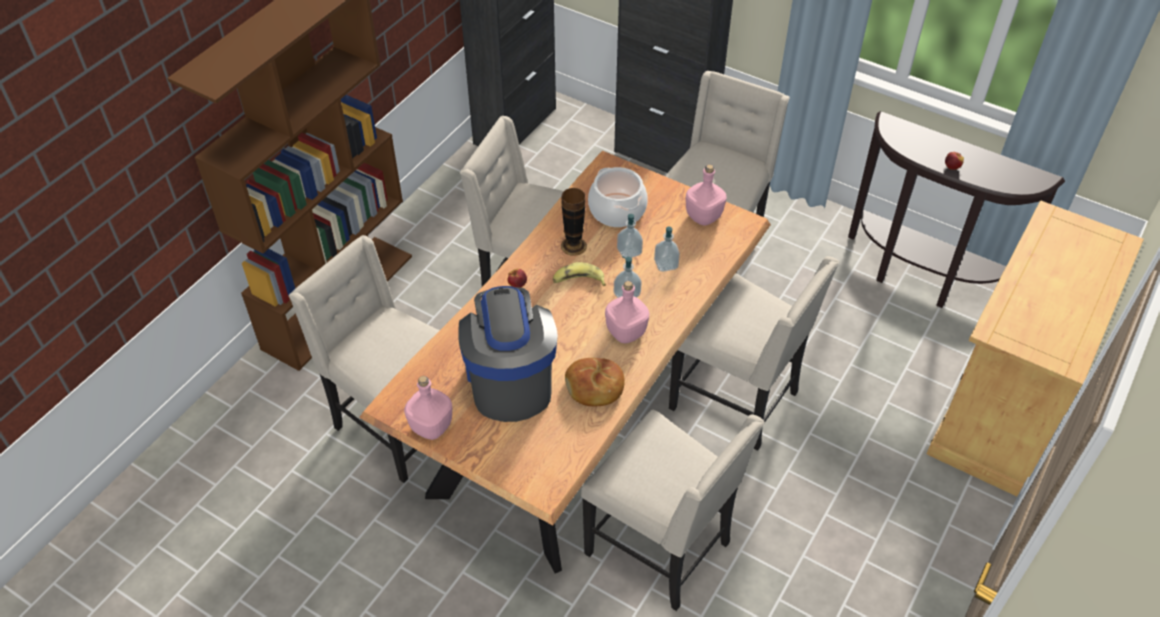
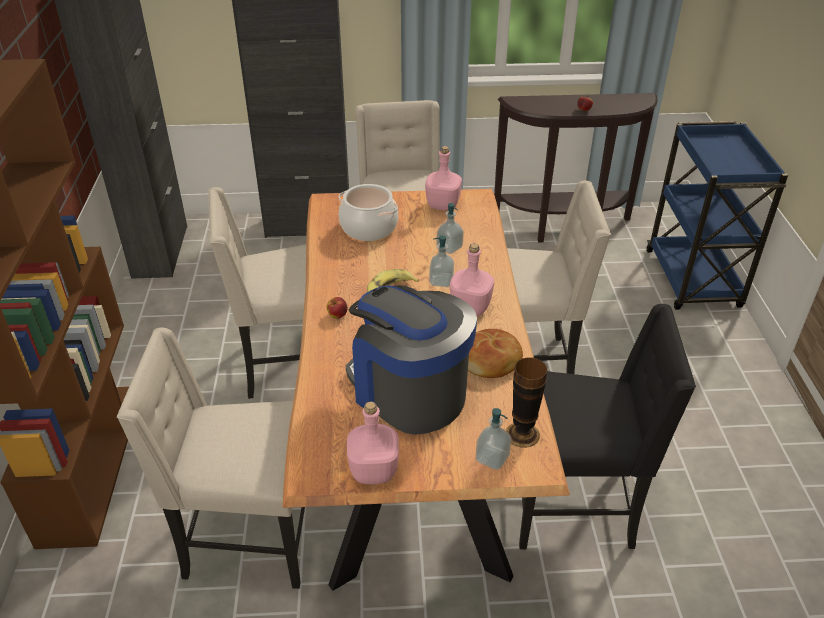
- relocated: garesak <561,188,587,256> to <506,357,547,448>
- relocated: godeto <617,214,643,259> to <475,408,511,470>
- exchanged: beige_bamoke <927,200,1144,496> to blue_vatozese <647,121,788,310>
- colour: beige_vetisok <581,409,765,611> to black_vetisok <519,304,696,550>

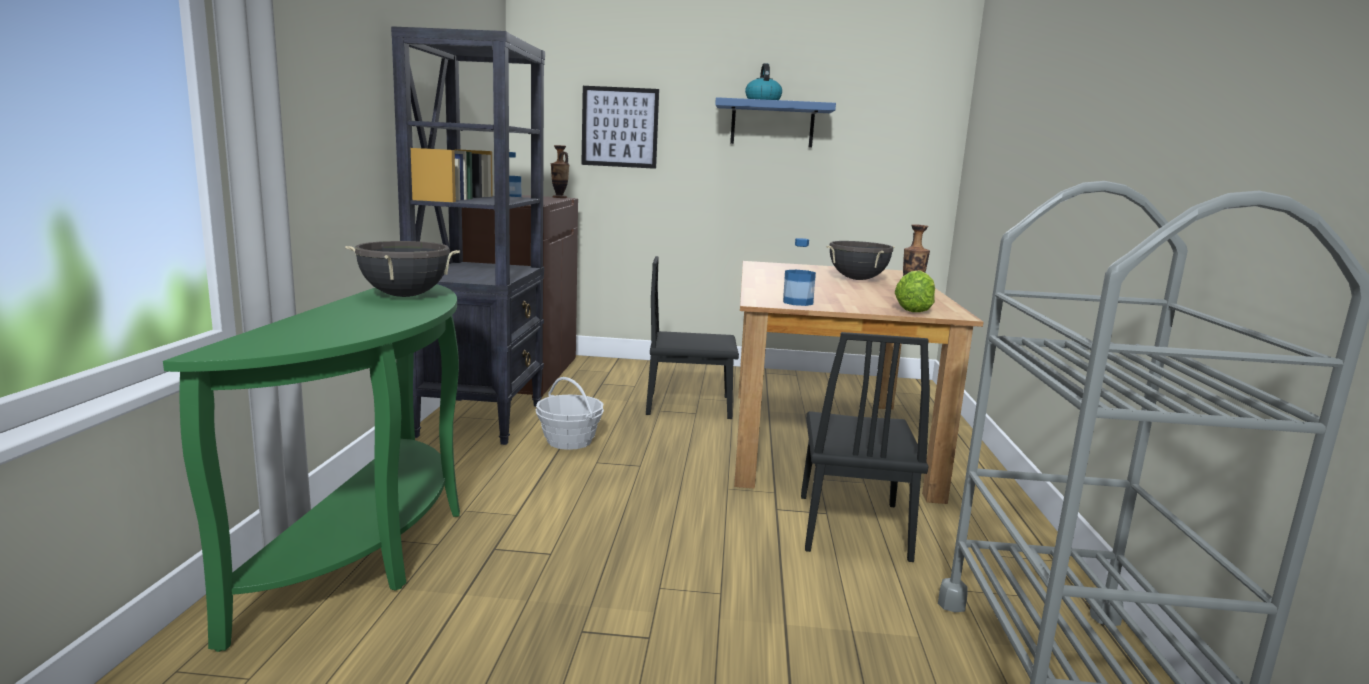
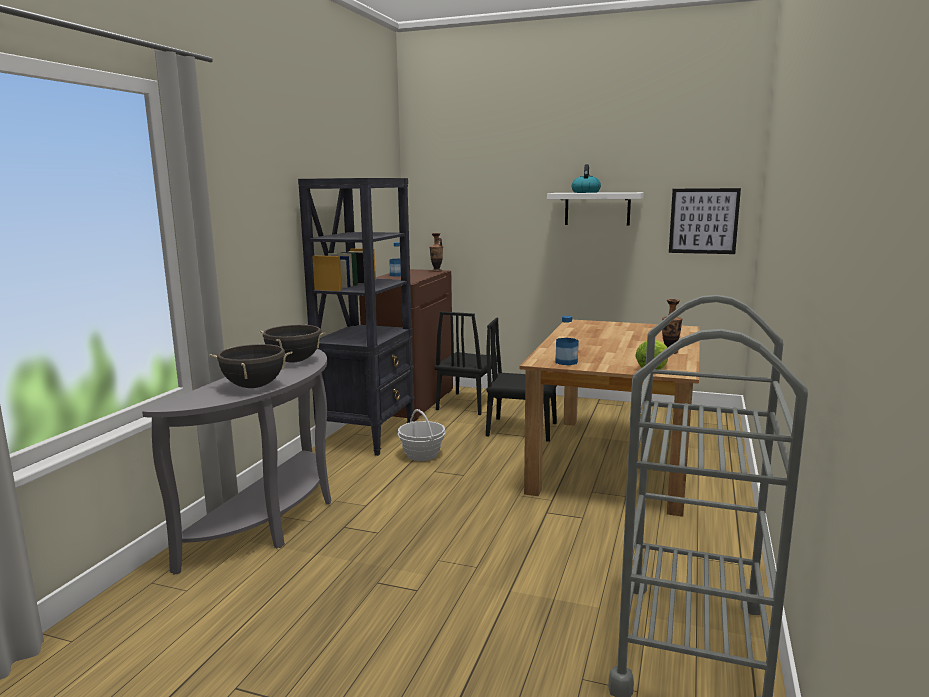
- relocated: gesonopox <581,86,659,169> to <669,188,741,254>
- relocated: black_vetisok <801,332,930,562> to <435,312,497,415>
- relocated: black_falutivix <827,241,895,280> to <210,344,292,388>
- colour: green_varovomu <163,284,460,652> to grey_varovomu <142,349,332,575>
- colour: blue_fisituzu <715,97,836,148> to white_fisituzu <547,192,644,226>

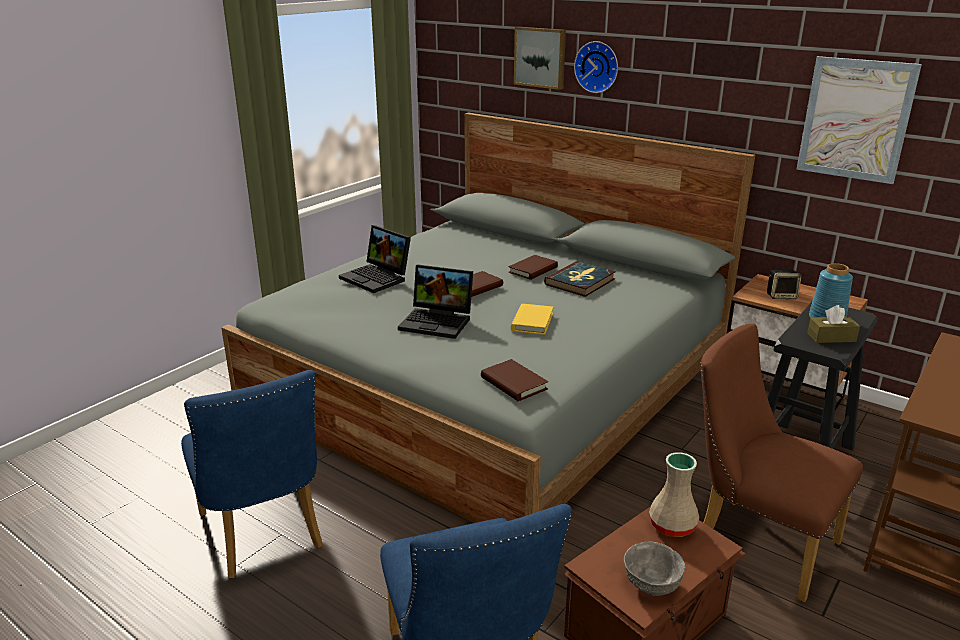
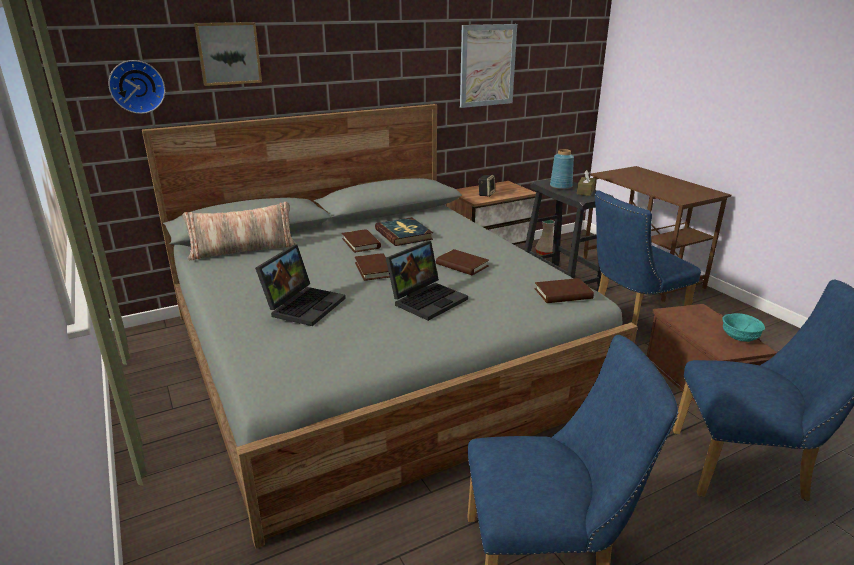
- appeared: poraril <182,202,297,260>
- relocated: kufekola <574,41,618,93> to <108,60,165,114>
- relocated: beige_garesak <649,452,699,537> to <535,220,555,255>
- colour: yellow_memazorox <511,304,554,335> to brown_memazorox <436,249,489,275>
- colour: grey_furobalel <624,542,686,596> to turquoise_furobalel <723,313,765,342>
- colour: brown_vetisok <700,323,863,602> to blue_vetisok <595,191,701,326>
- spun: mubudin <339,225,411,293> = <255,245,346,326> 45 degrees counterclockwise

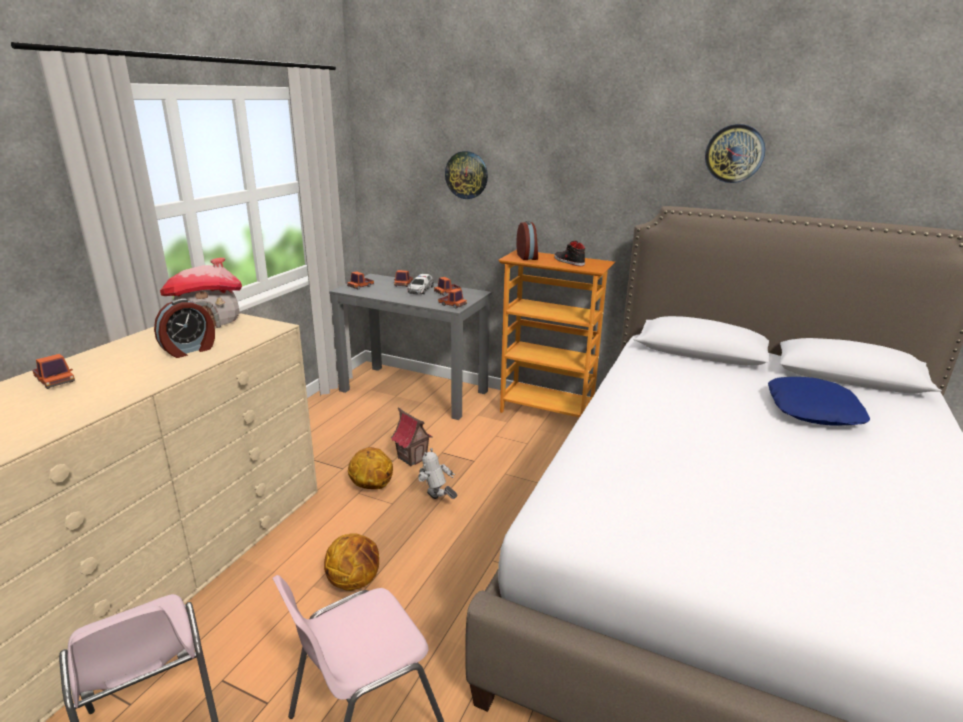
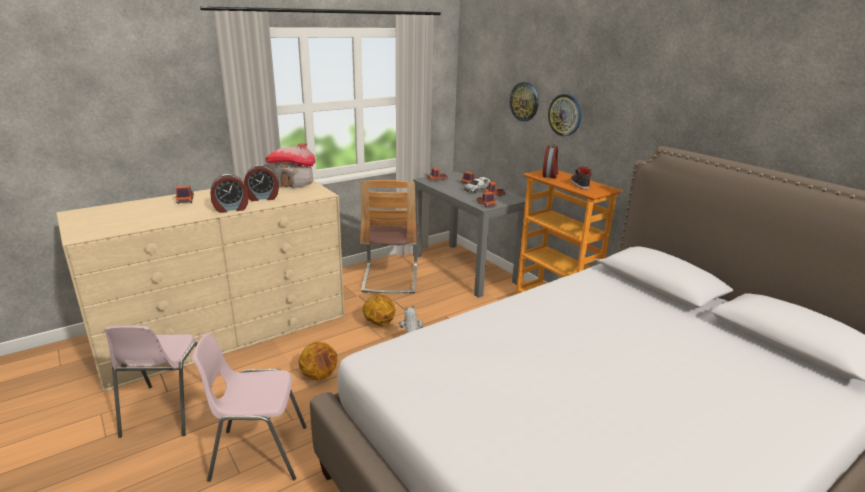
- missing: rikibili <390,408,432,467>
- missing: blue_poraril <768,377,870,426>
- appeared: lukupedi <210,174,249,213>
- appeared: vetisok <360,180,418,294>
- relocated: kufekola <705,124,765,183> to <548,94,582,136>

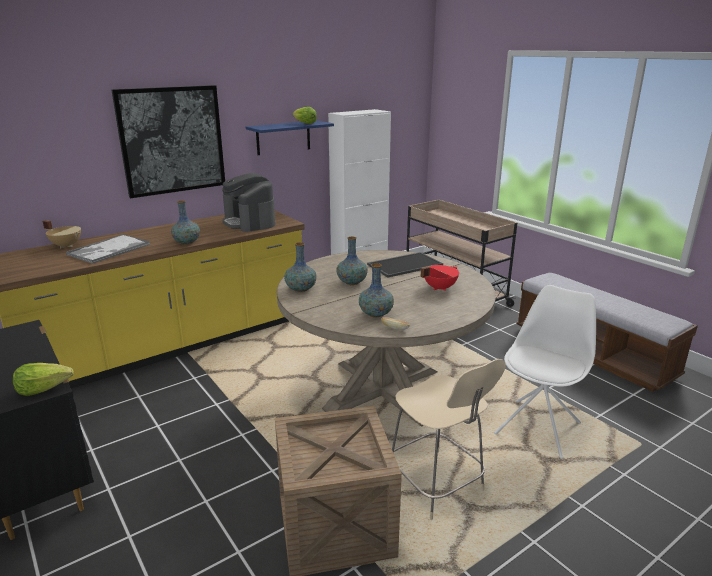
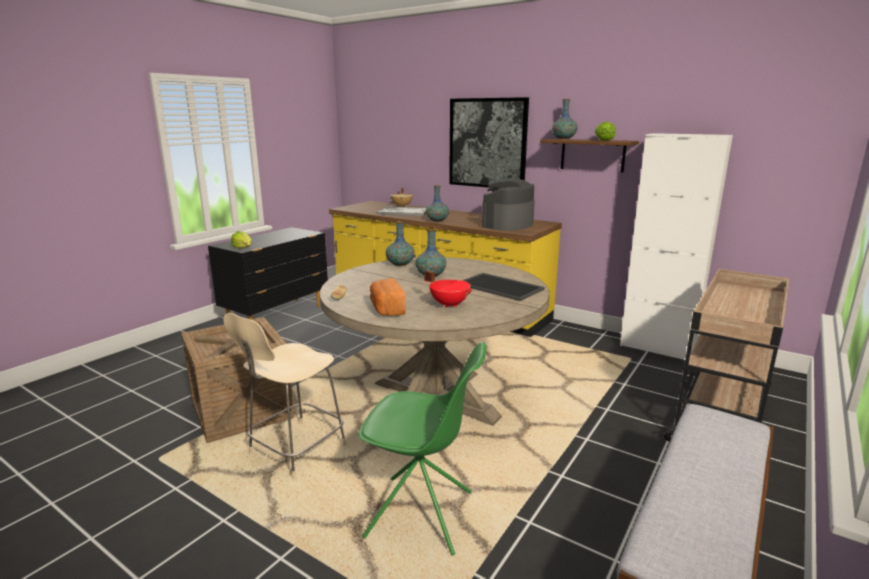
- appeared: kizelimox <370,278,406,316>
- relocated: garesak <359,263,394,317> to <552,99,578,139>
- colour: blue_fisituzu <246,120,334,155> to brown_fisituzu <540,139,639,173>
- colour: white_vetisok <494,285,596,459> to green_vetisok <358,342,486,556>

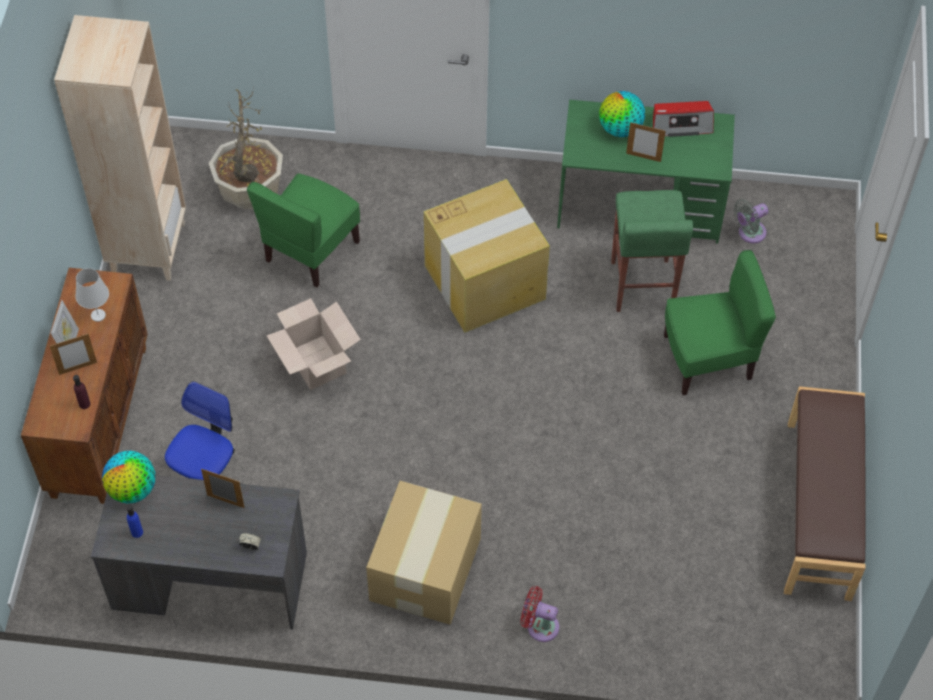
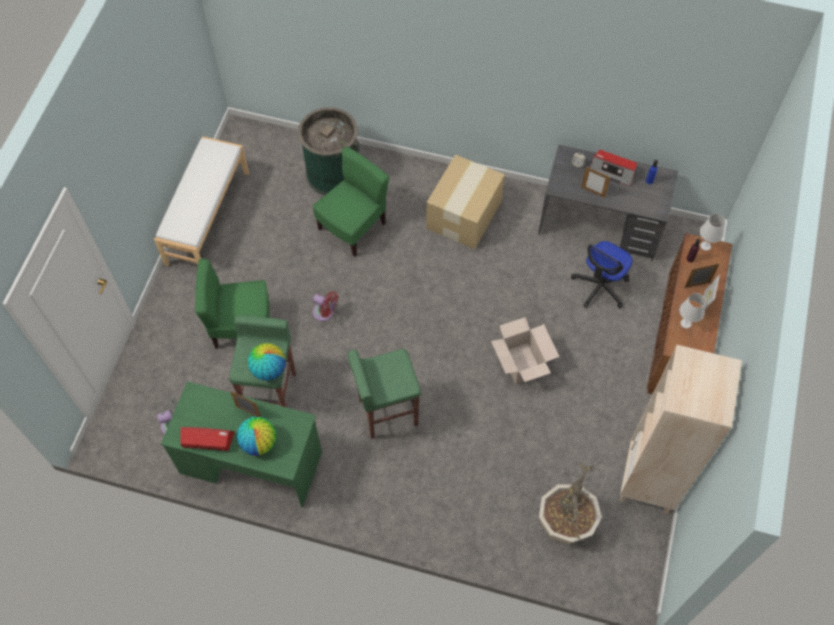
- appeared: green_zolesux <298,107,360,195>
- appeared: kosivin <590,150,637,186>
- appeared: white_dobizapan <700,214,725,251>
- relocated: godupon <102,451,155,504> to <248,343,286,381>
- relocated: green_vetisok <247,174,360,287> to <313,146,389,257>
- relocated: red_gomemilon <520,586,559,642> to <313,291,338,321>
- exchanged: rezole <424,179,550,333> to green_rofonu <348,349,421,439>
- colour: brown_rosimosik <784,386,866,601> to white_rosimosik <154,136,249,266>

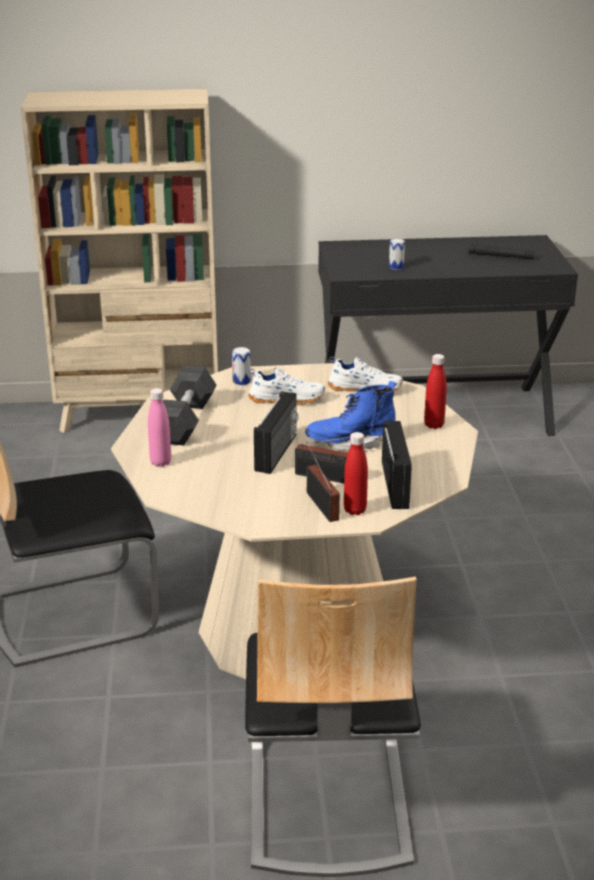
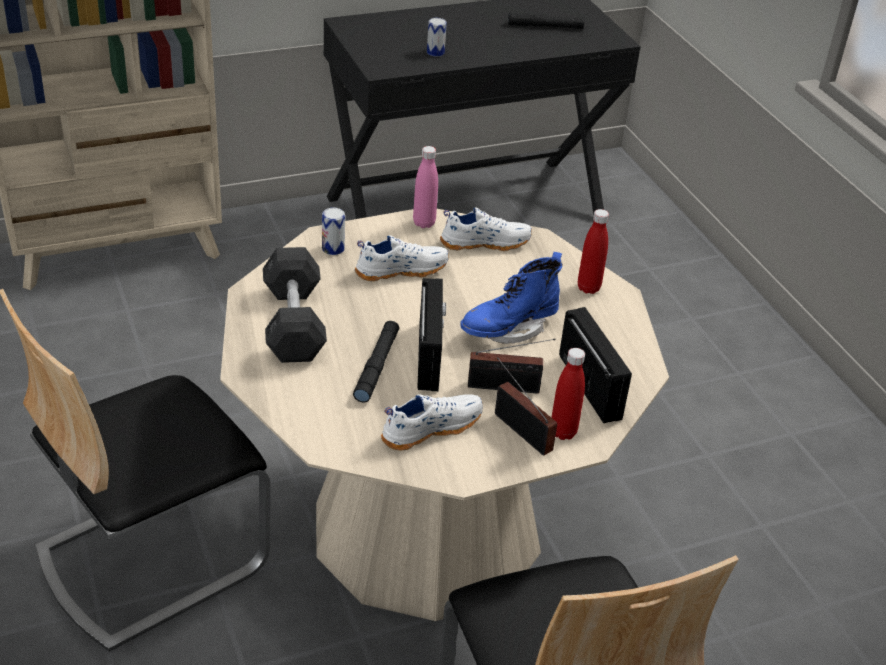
- appeared: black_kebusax <353,321,399,403>
- appeared: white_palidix <381,394,483,451>
- relocated: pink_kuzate <148,388,171,467> to <413,146,438,228>

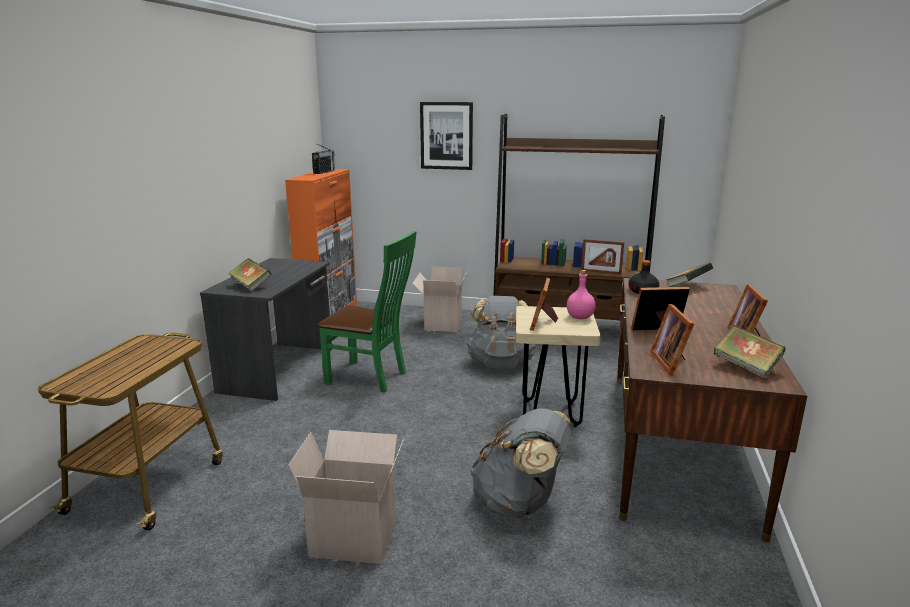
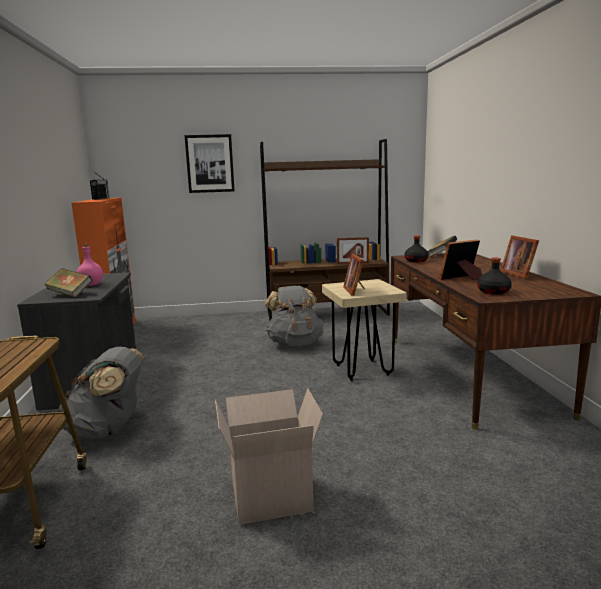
- missing: green_vetisok <317,231,417,393>
- missing: rezole <412,266,467,332>
- missing: memazorox <713,325,786,379>
- relocated: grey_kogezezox <470,409,571,518> to <58,347,144,440>
- relocated: pink_kuzate <567,270,595,319> to <77,243,103,286>
- exchanged: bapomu <650,304,694,376> to black_kuzate <477,257,512,295>

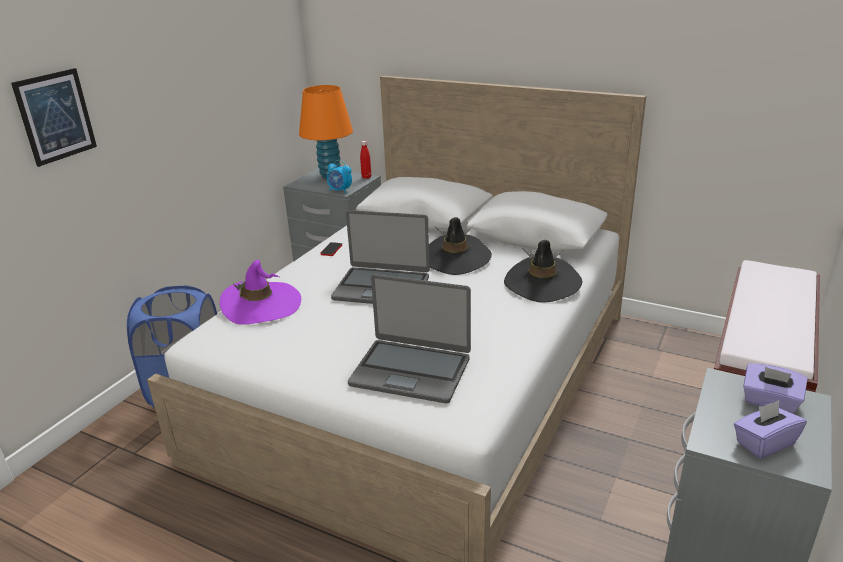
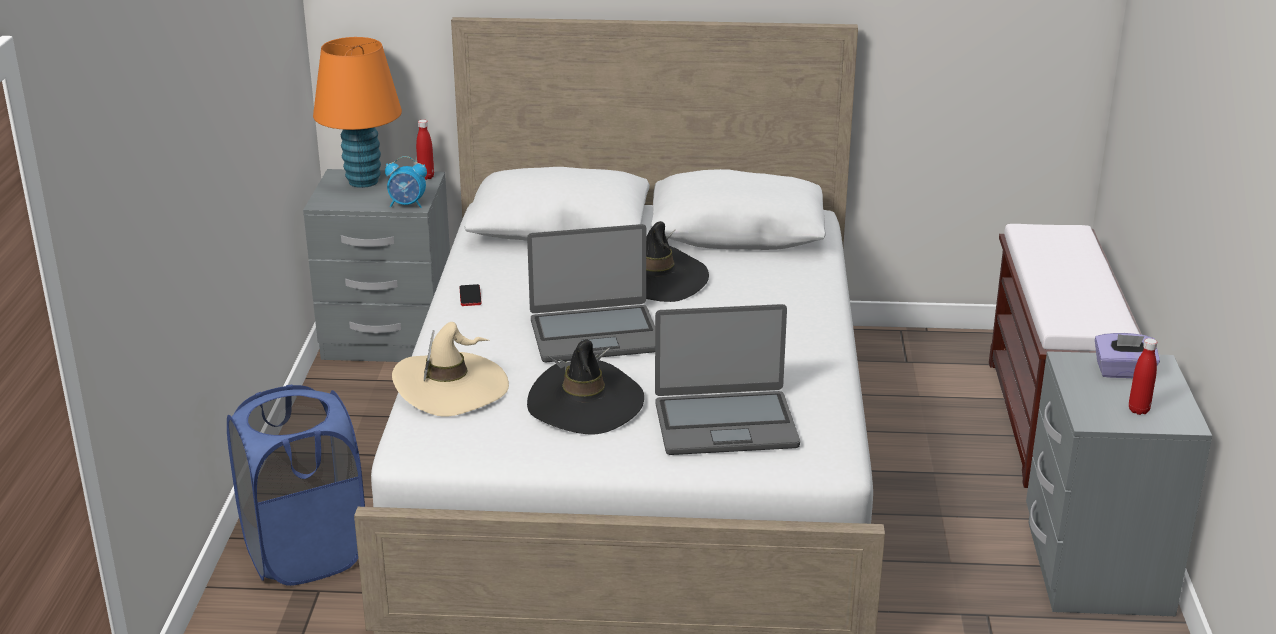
- missing: gesonopox <11,68,97,167>
- relocated: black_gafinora <504,240,582,303> to <527,340,644,435>
- exchanged: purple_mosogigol <734,400,807,459> to red_kuzate <1129,338,1157,415>
- colour: purple_gafinora <220,260,301,325> to beige_gafinora <392,322,509,417>

